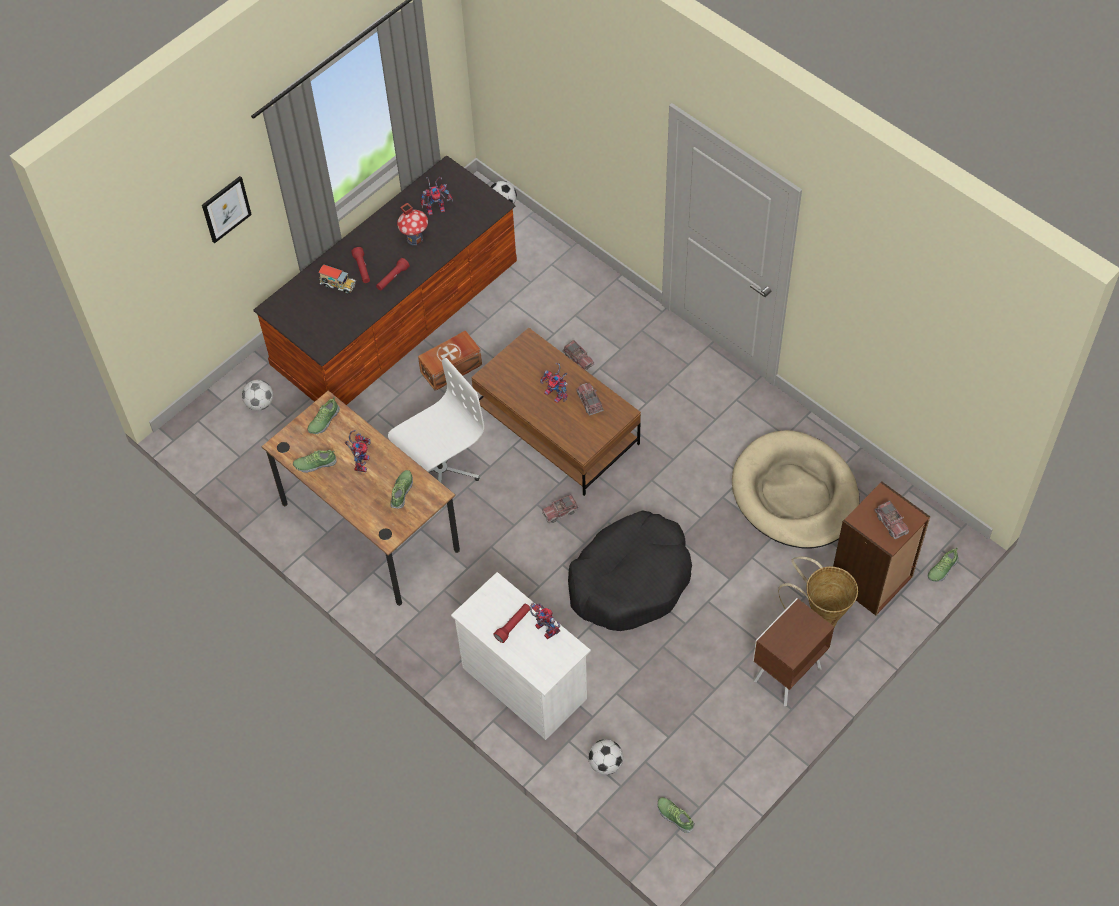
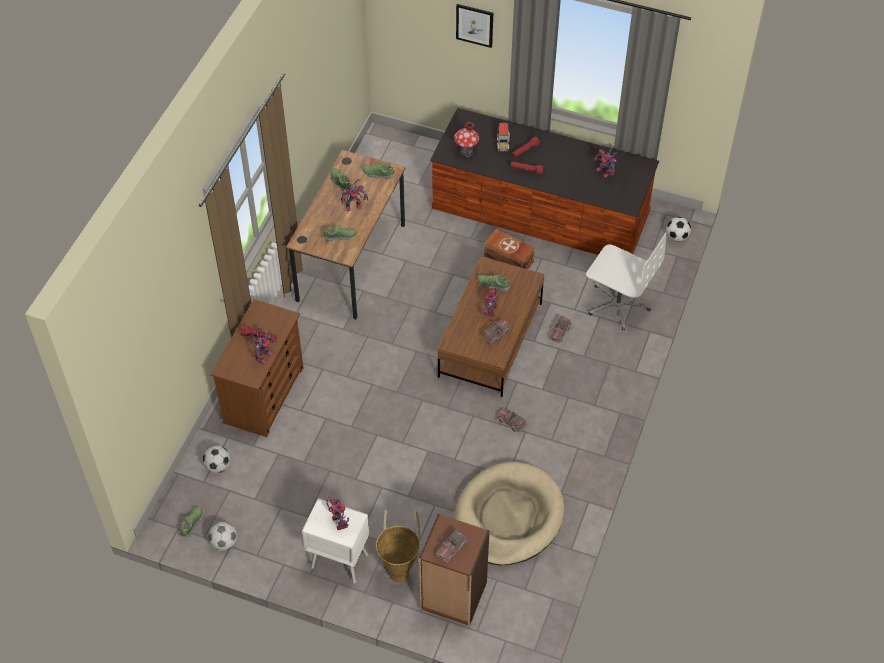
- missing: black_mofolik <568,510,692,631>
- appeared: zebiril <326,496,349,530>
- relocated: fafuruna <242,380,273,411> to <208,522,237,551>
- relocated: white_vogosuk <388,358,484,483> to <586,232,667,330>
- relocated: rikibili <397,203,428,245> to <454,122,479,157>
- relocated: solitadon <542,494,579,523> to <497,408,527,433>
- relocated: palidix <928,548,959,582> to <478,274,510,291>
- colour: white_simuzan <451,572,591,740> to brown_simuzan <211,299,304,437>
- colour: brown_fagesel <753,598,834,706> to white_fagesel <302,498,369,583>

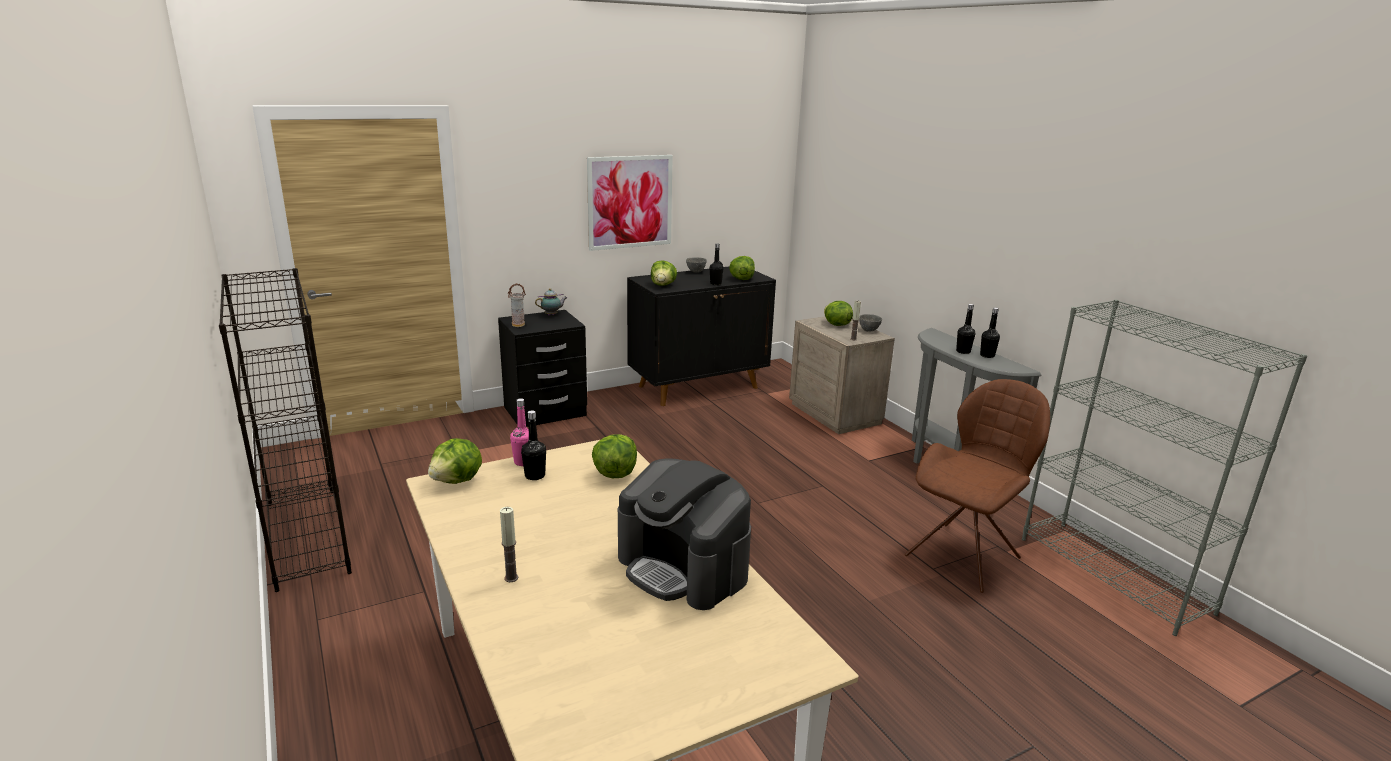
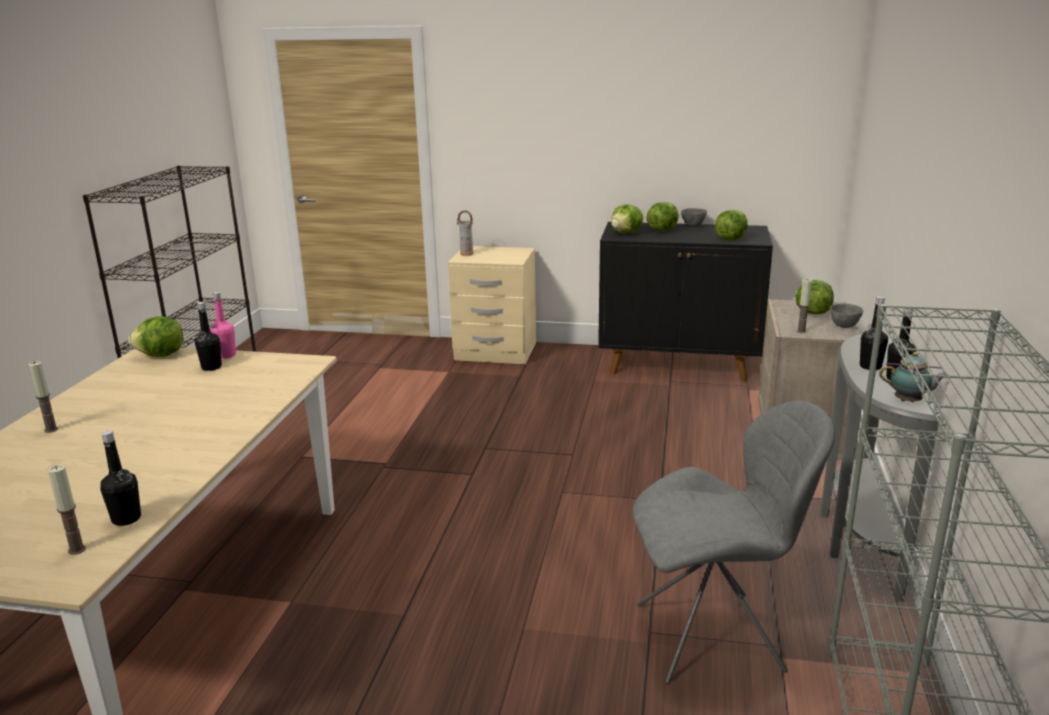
- missing: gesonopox <587,155,673,251>
- missing: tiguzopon <618,458,751,610>
- appeared: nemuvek <48,465,86,555>
- relocated: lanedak <535,288,567,316> to <879,352,948,402>
- relocated: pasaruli <592,434,637,479> to <646,202,679,231>
- relocated: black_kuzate <710,244,724,285> to <100,430,141,526>
- colour: black_fagesel <498,310,587,427> to beige_fagesel <448,246,536,364>
- colour: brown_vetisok <905,379,1050,593> to grey_vetisok <633,401,835,684>

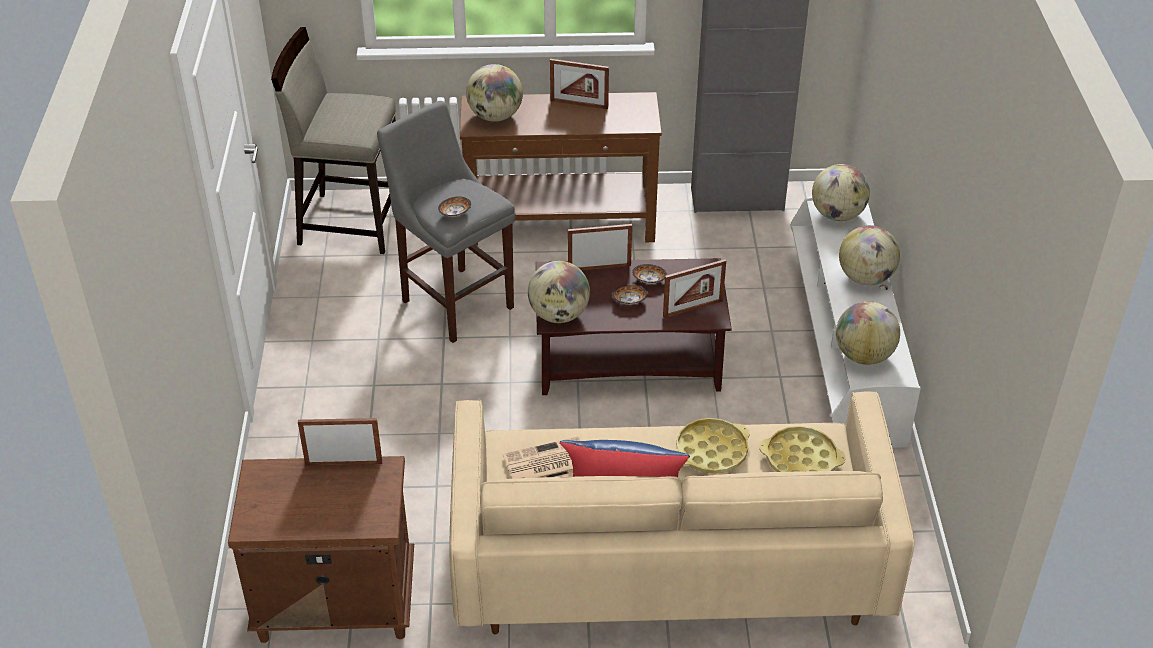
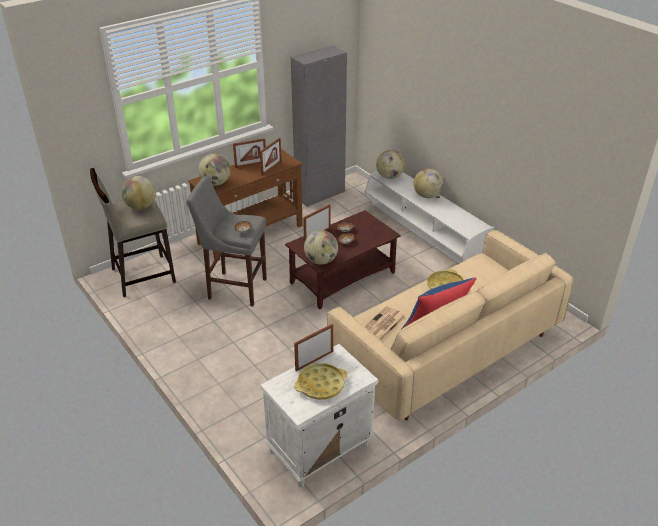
- relocated: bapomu <663,259,726,318> to <260,138,282,176>
- relocated: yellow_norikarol <760,426,845,472> to <294,363,348,400>
- relocated: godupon <836,301,900,365> to <121,176,156,210>
- colour: brown_fagesel <228,456,414,643> to white_fagesel <260,344,378,487>

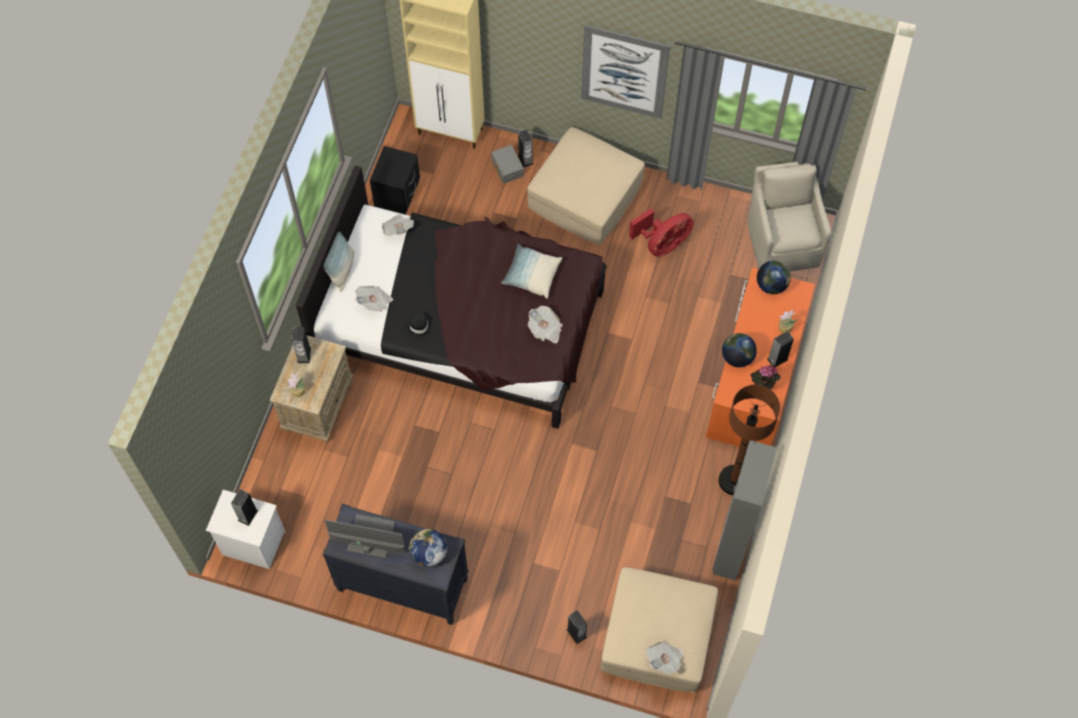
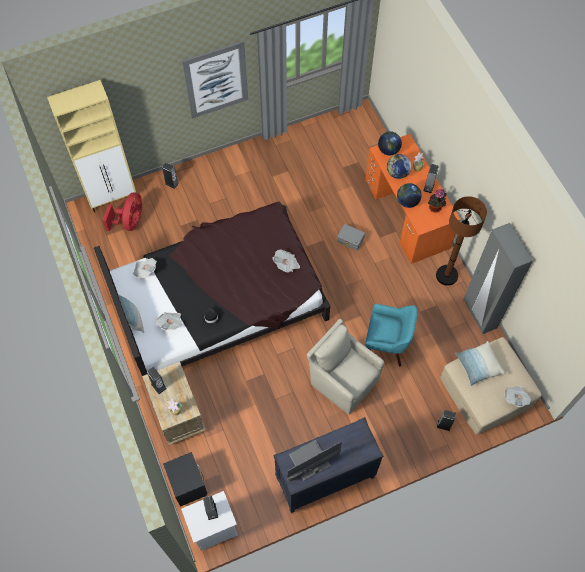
- missing: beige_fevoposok <527,127,645,245>
- appeared: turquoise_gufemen <365,304,417,367>
- relocated: black_fagesel <370,146,420,215> to <163,452,208,507>
- relocated: godupon <409,529,447,567> to <387,154,412,179>
- relocated: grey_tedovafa <491,145,524,183> to <337,224,365,251>
- relocated: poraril <501,244,562,299> to <455,341,506,386>
- relocated: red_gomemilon <629,209,694,257> to <102,192,142,231>
- relocated: beige_gufemen <747,162,831,271> to <307,319,384,415>

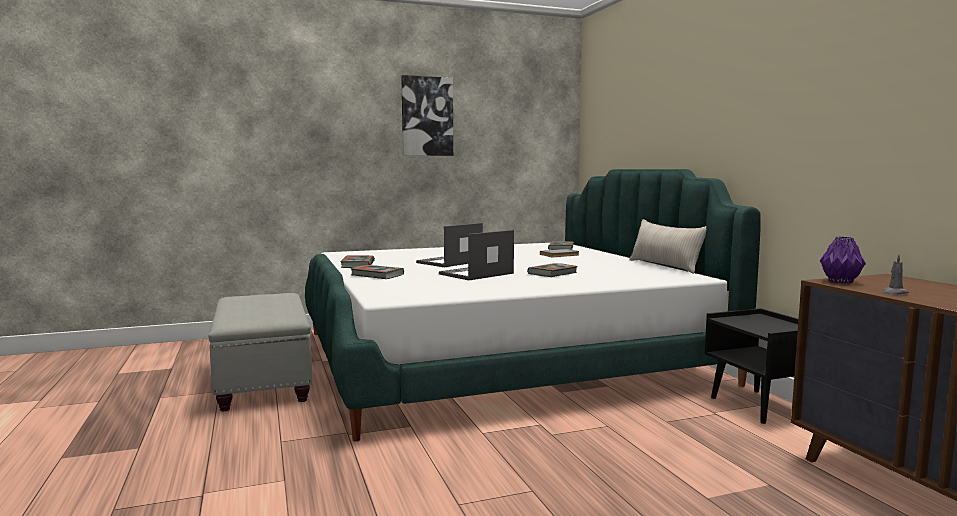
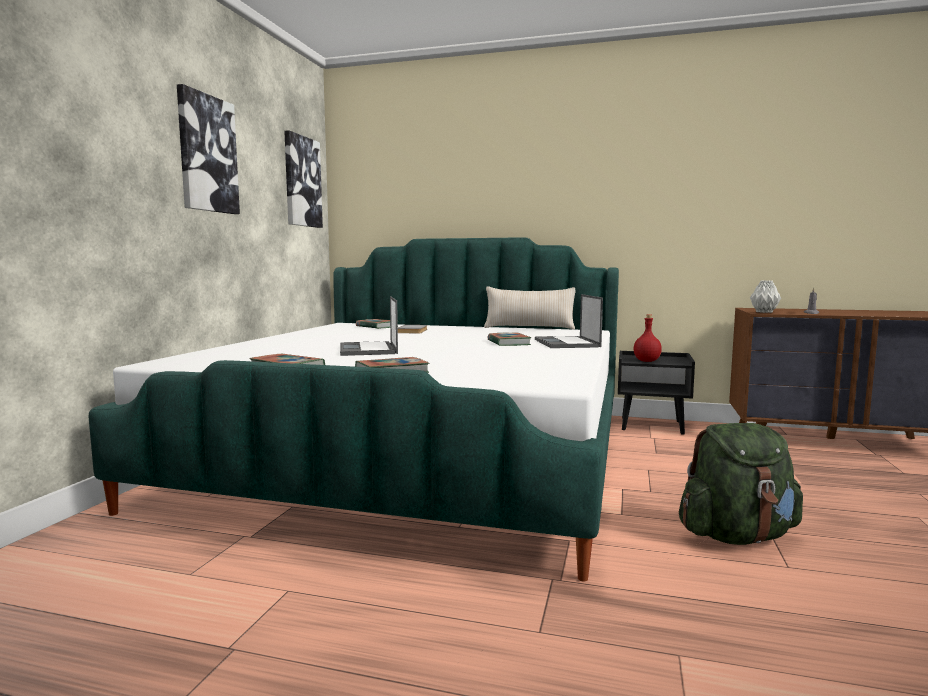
- missing: grey_fevoposok <208,293,312,411>
- appeared: gesonopox <284,130,323,228>
- appeared: red_kuzate <633,314,662,362>
- appeared: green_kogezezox <679,423,803,545>
- relocated: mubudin <439,230,514,280> to <535,294,603,348>
- colour: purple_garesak <820,237,866,284> to grey_garesak <750,280,781,313>

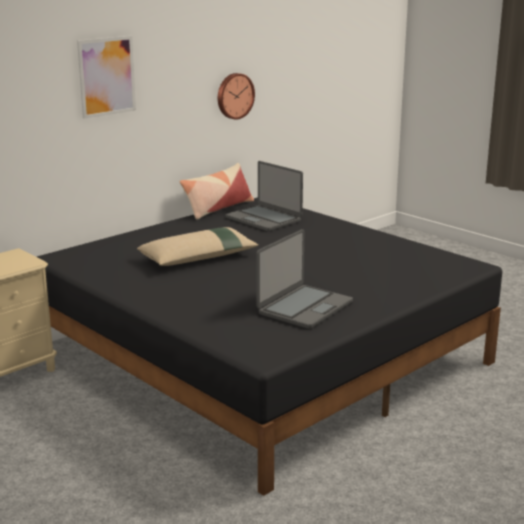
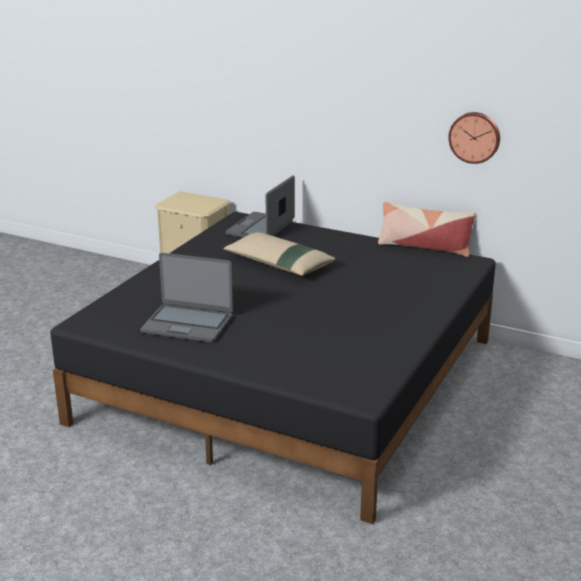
- missing: gesonopox <77,36,136,119>
- relocated: mubudin <225,161,303,231> to <225,175,295,238>

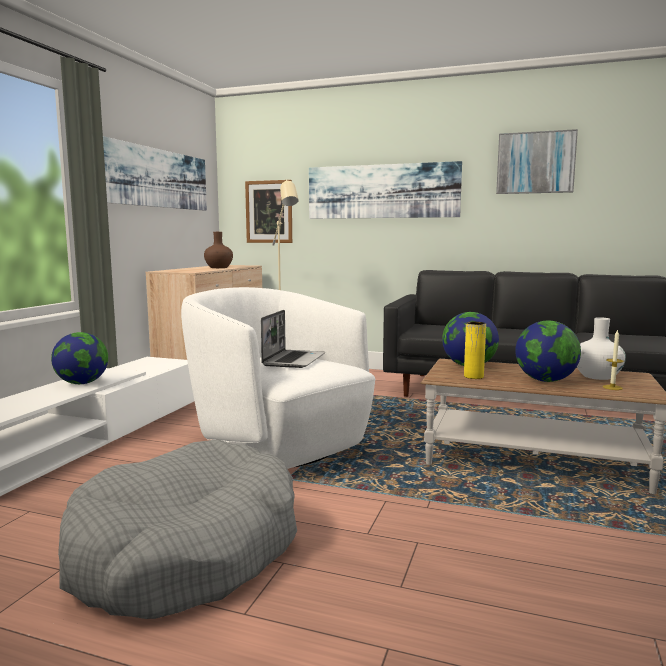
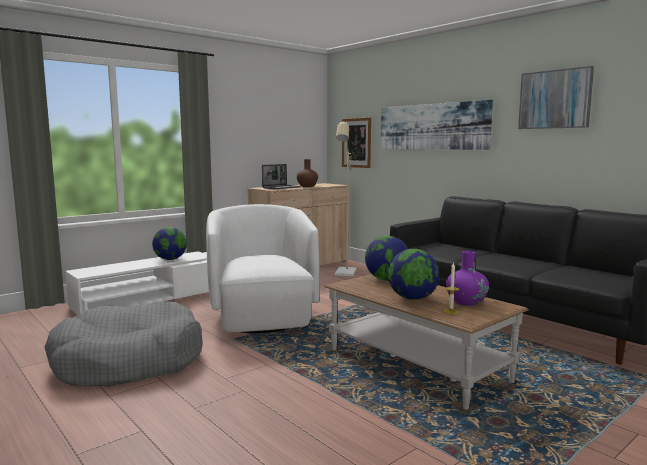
- missing: gesonopox <103,136,207,210>
- missing: yellow_garesak <464,322,486,379>
- relocated: mubudin <261,310,325,368> to <262,164,301,189>
- colour: white_garesak <577,317,626,380> to purple_garesak <446,251,489,306>

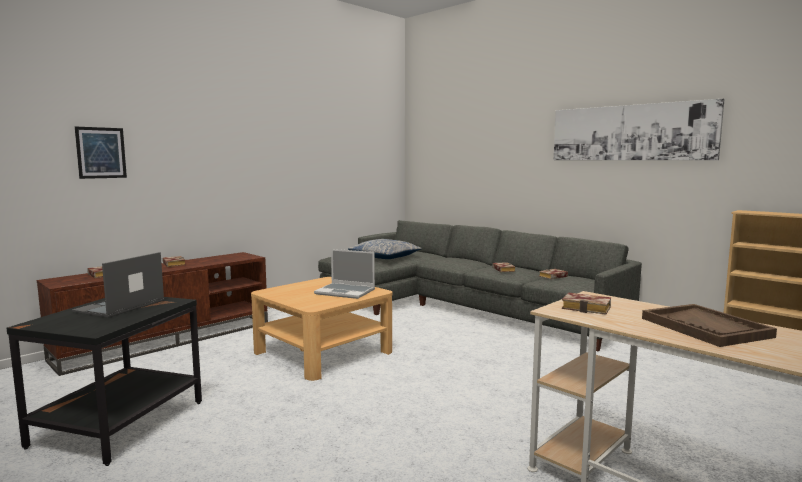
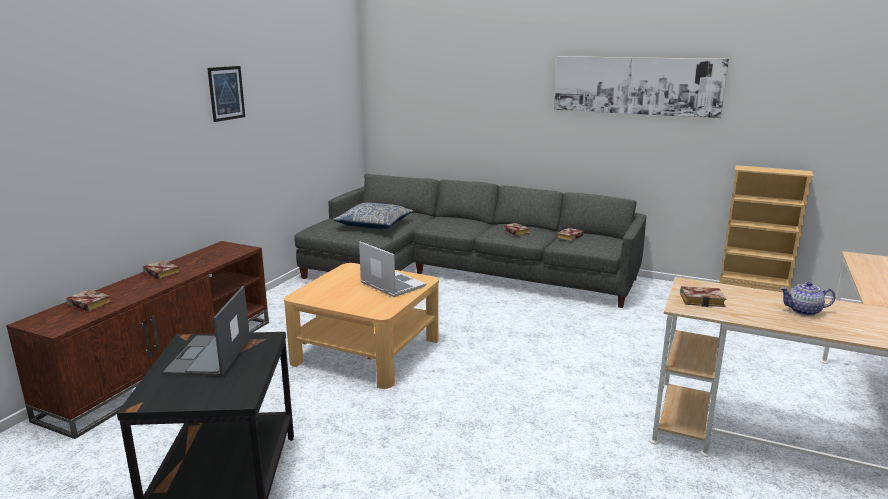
- relocated: gesonopox <75,127,127,179> to <207,66,245,122>
- exchanged: brown_norikarol <642,304,777,347> to lanedak <780,282,836,316>
- spun: mubudin <314,249,375,299> = <359,241,426,297> 135 degrees counterclockwise

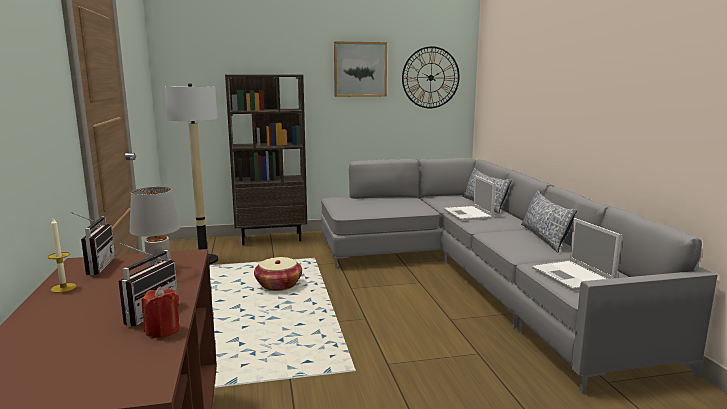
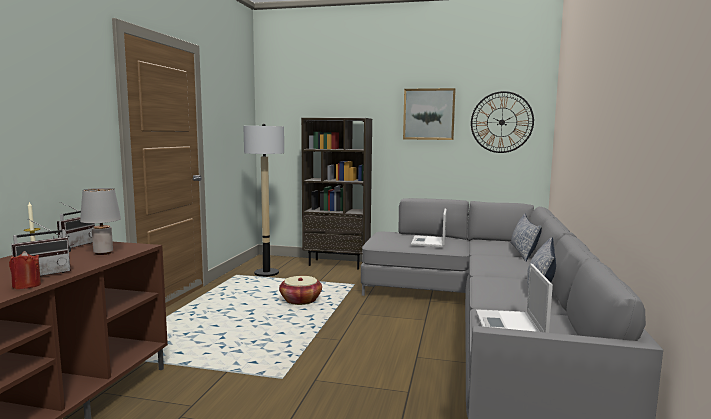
- relocated: mubudin <444,175,496,221> to <411,208,447,247>

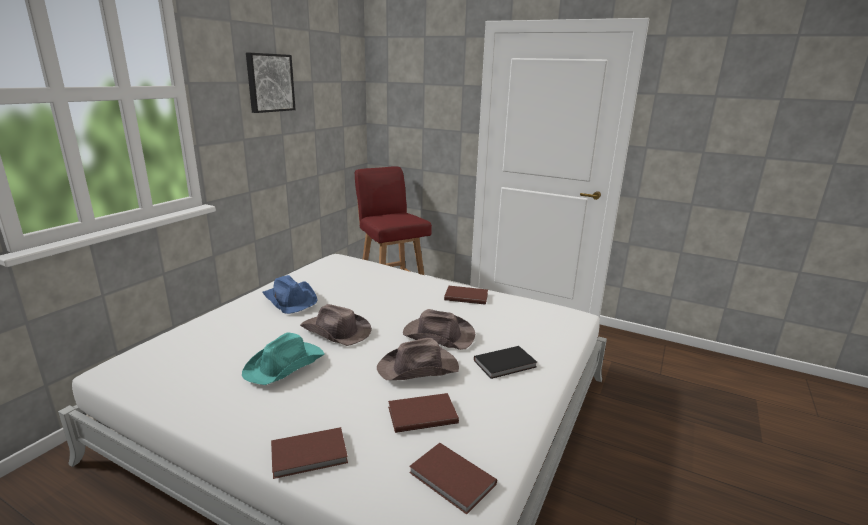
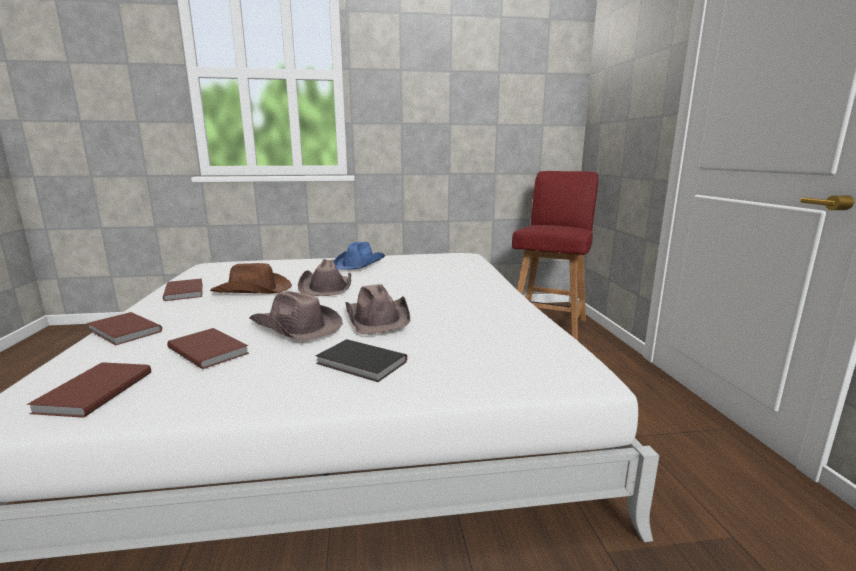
- missing: gesonopox <246,53,295,113>
- relocated: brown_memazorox <444,286,488,305> to <163,278,203,301>
- colour: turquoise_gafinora <242,333,325,385> to brown_gafinora <210,263,292,294>

